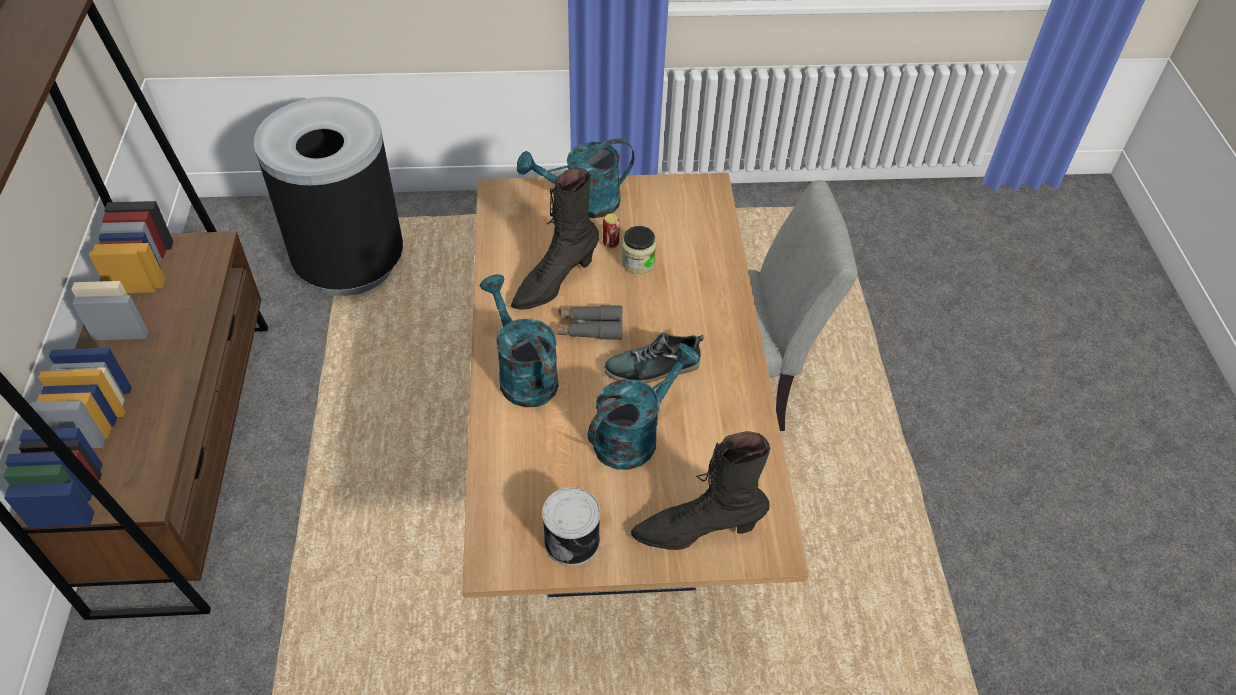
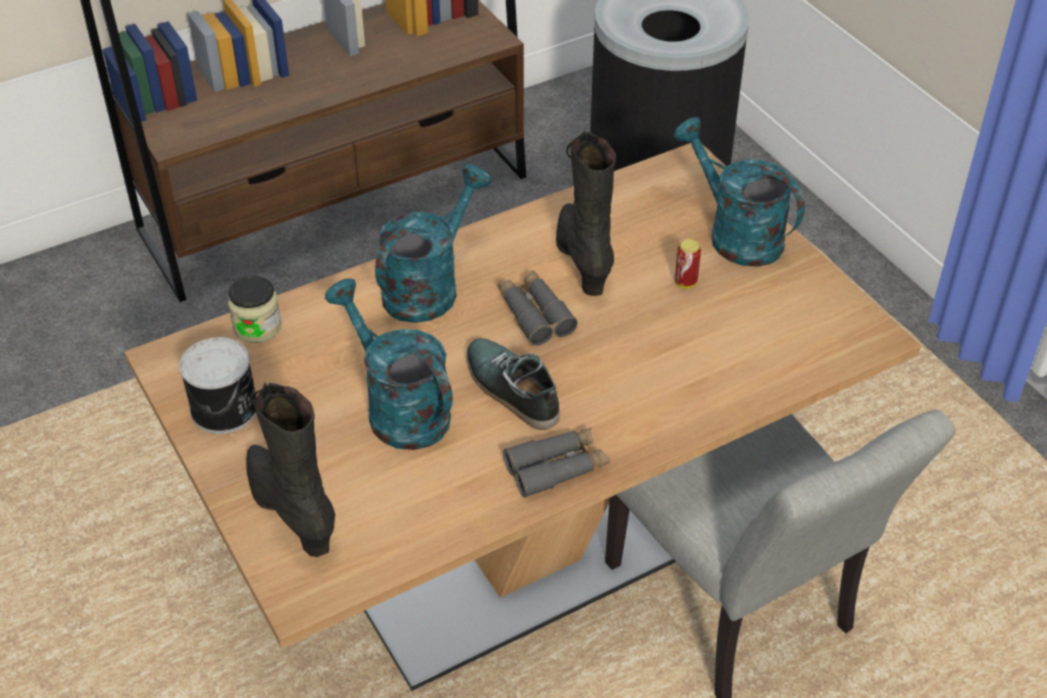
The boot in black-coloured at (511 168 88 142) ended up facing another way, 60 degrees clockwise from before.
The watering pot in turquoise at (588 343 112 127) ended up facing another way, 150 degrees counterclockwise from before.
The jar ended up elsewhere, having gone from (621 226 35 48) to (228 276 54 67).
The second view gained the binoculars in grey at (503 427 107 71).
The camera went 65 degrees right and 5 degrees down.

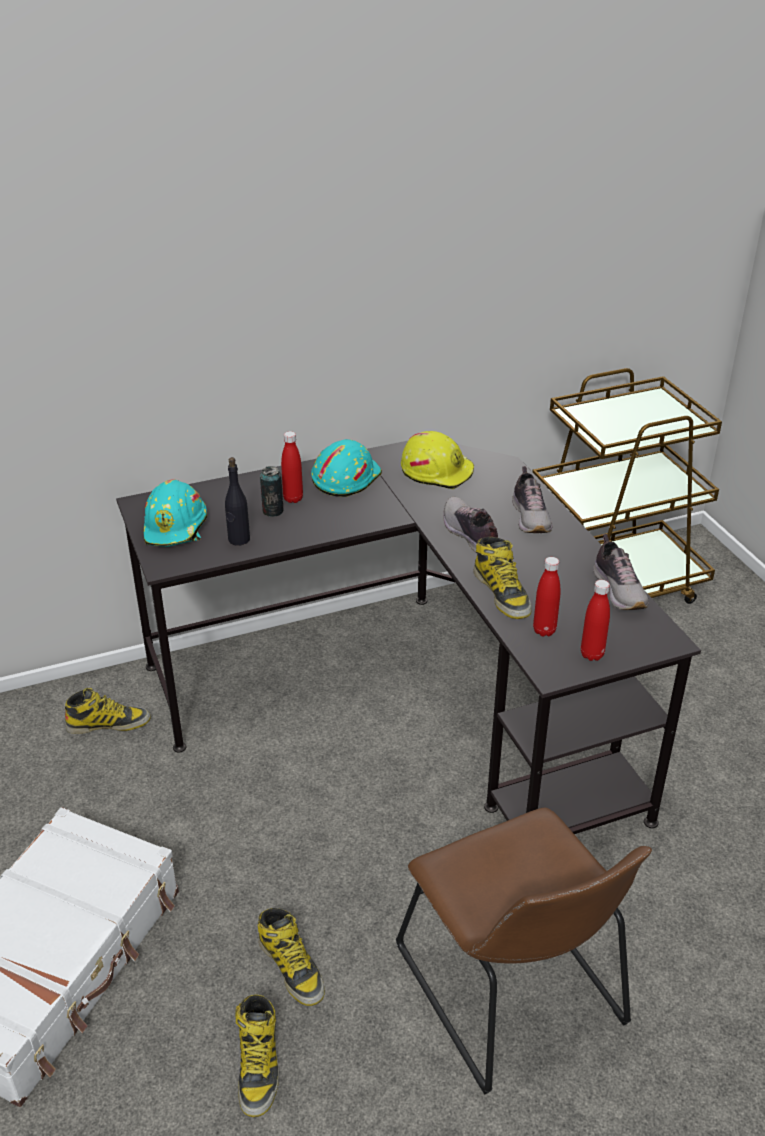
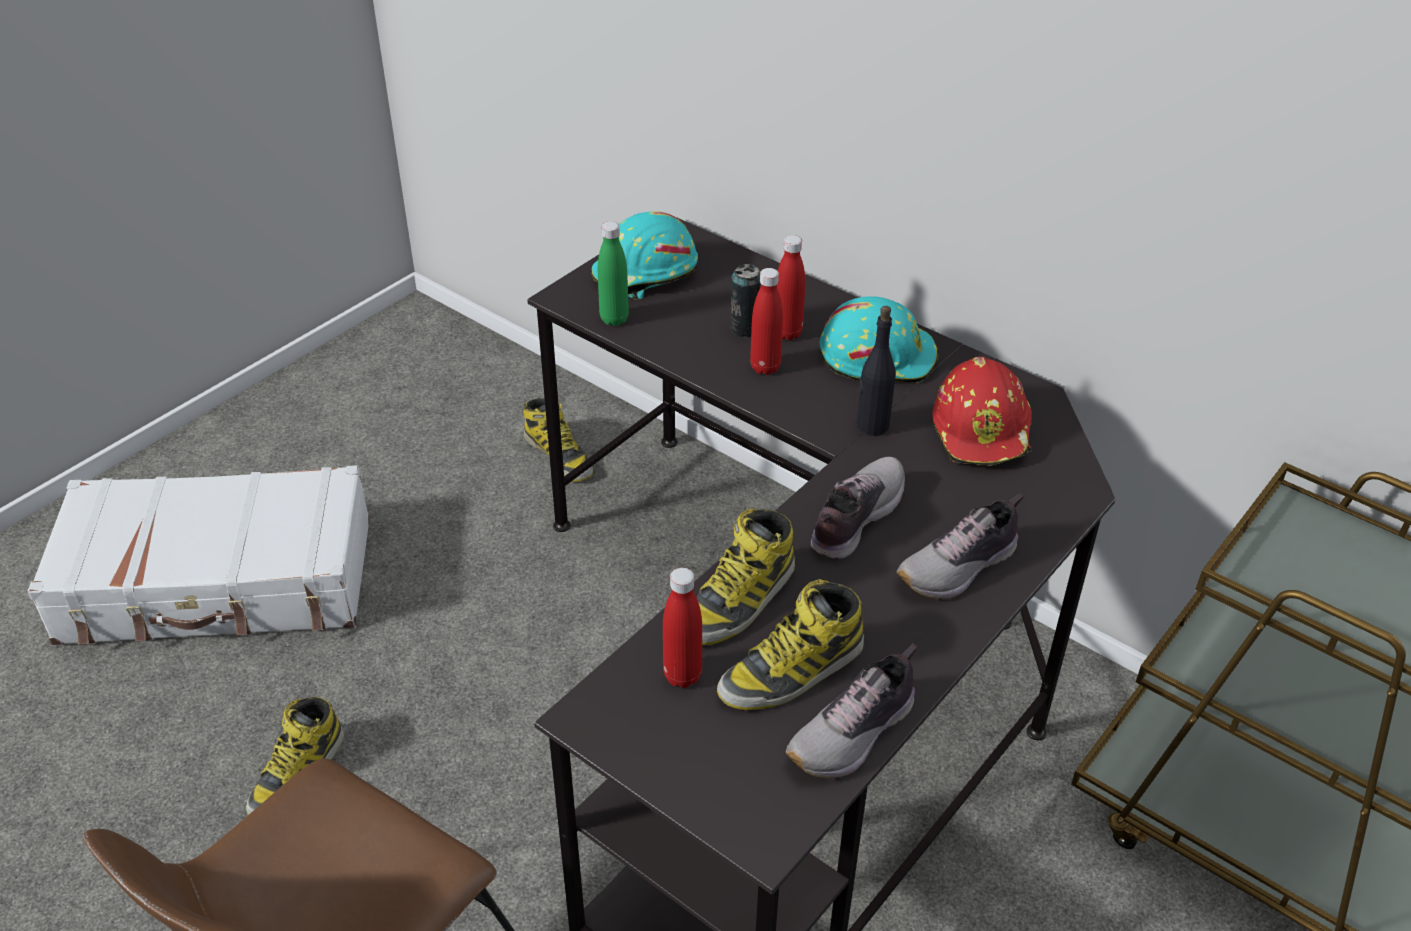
The bottle in black-coloured ended up elsewhere, having gone from (225 457 25 89) to (856 306 40 130).
The boot ended up elsewhere, having gone from (235 995 44 122) to (717 579 147 131).
What was the work helmet in yellow at (401 431 73 58) turned into the work helmet in red at (932 356 100 110).
The bottle in red ended up elsewhere, having gone from (581 580 29 81) to (750 268 33 107).
The second view gained the bottle in green at (598 221 31 105).
The camera went 60 degrees right and 5 degrees up.

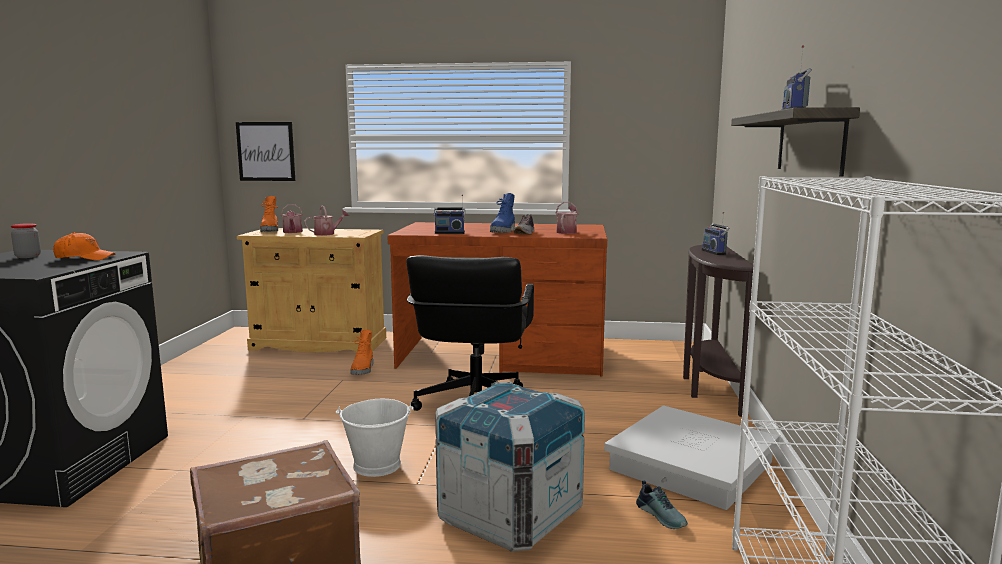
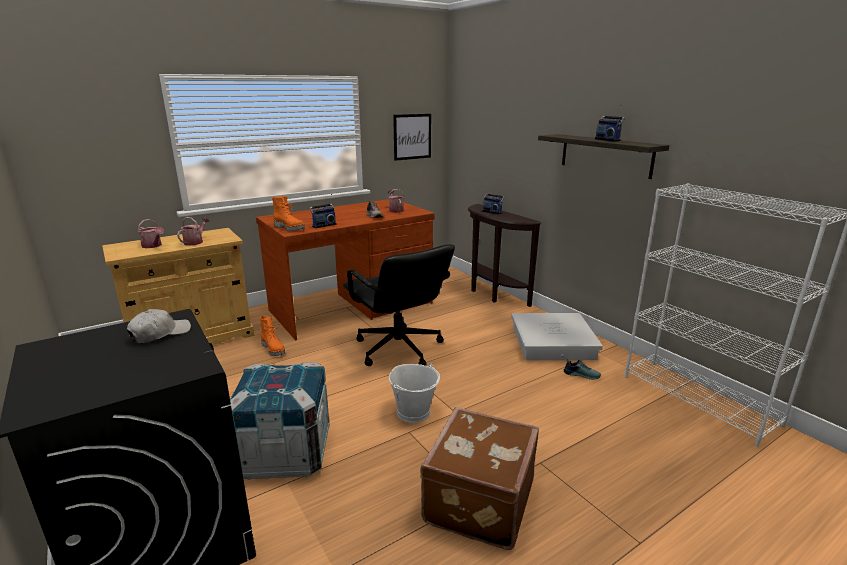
The second view lost the jar at (11 223 30 35).
What was the baseball cap in orange at (53 232 62 28) turned into the baseball cap in whitish at (127 309 64 34).
The picture ended up elsewhere, having gone from (236 122 59 59) to (393 114 38 47).
The boot in orange ended up elsewhere, having gone from (260 196 18 36) to (272 196 33 35).
The packing crate ended up elsewhere, having gone from (435 382 150 170) to (230 362 99 117).
The second view lost the boot in blue-coloured at (490 193 25 40).
The camera went 40 degrees left and 10 degrees up.

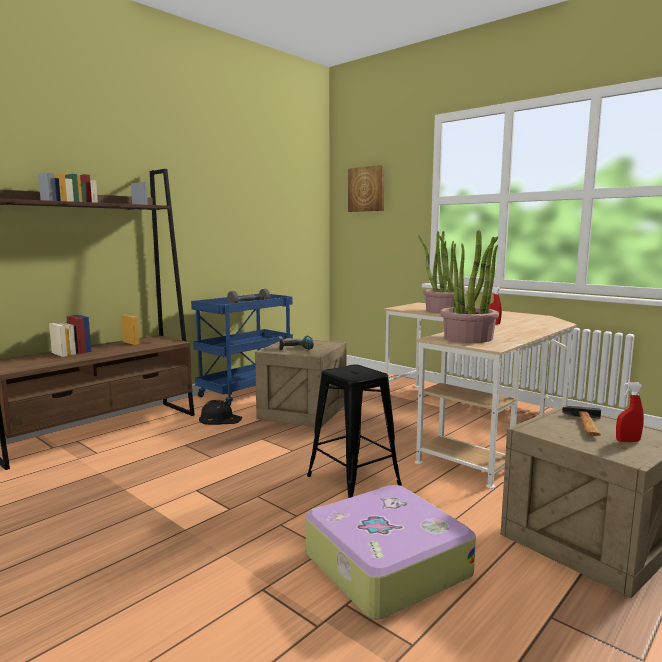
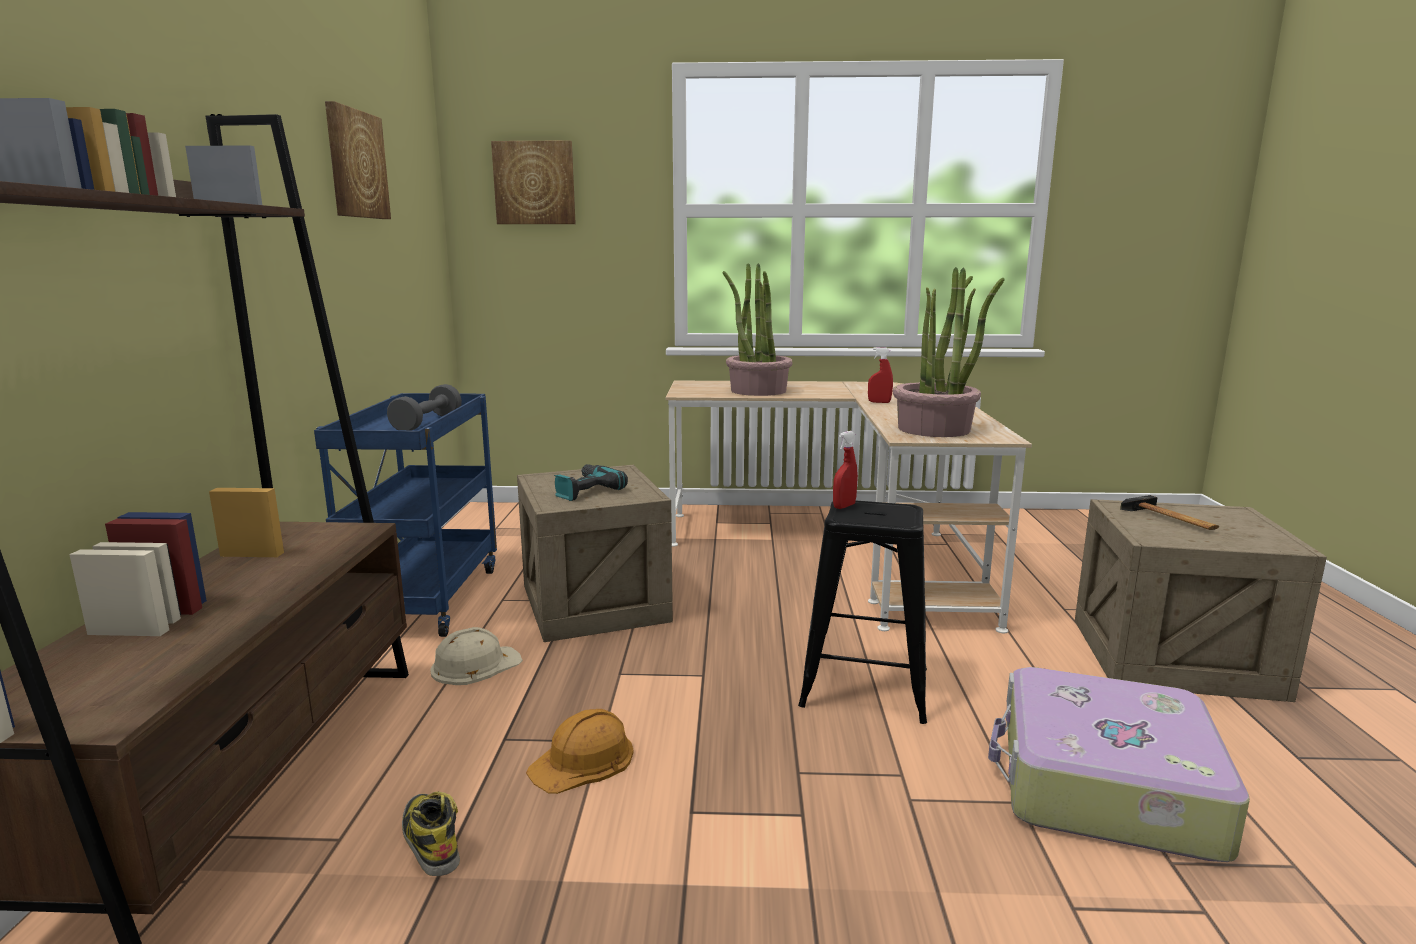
What was the work helmet in black-coloured at (199 400 43 25) turned into the work helmet in beige at (430 627 93 58).
The spray bottle in red ended up elsewhere, having gone from (616 383 28 59) to (833 431 25 78).
The second view gained the picture at (325 101 66 118).
The second view gained the boot at (402 792 58 84).
The second view gained the work helmet in orange at (526 709 107 85).
The camera went 40 degrees left and 5 degrees up.

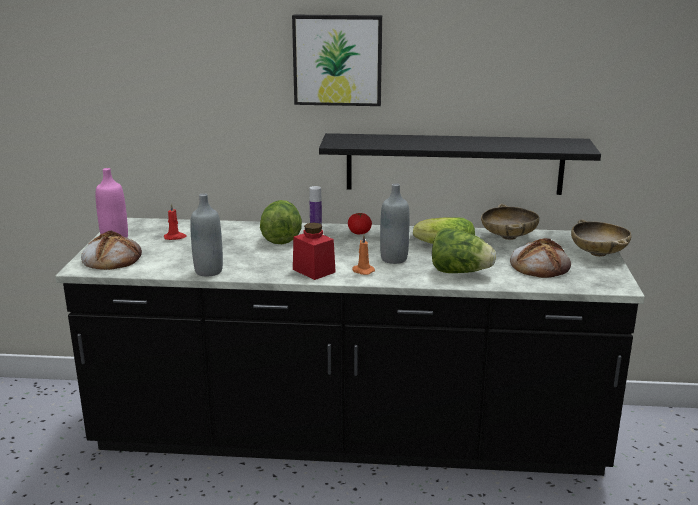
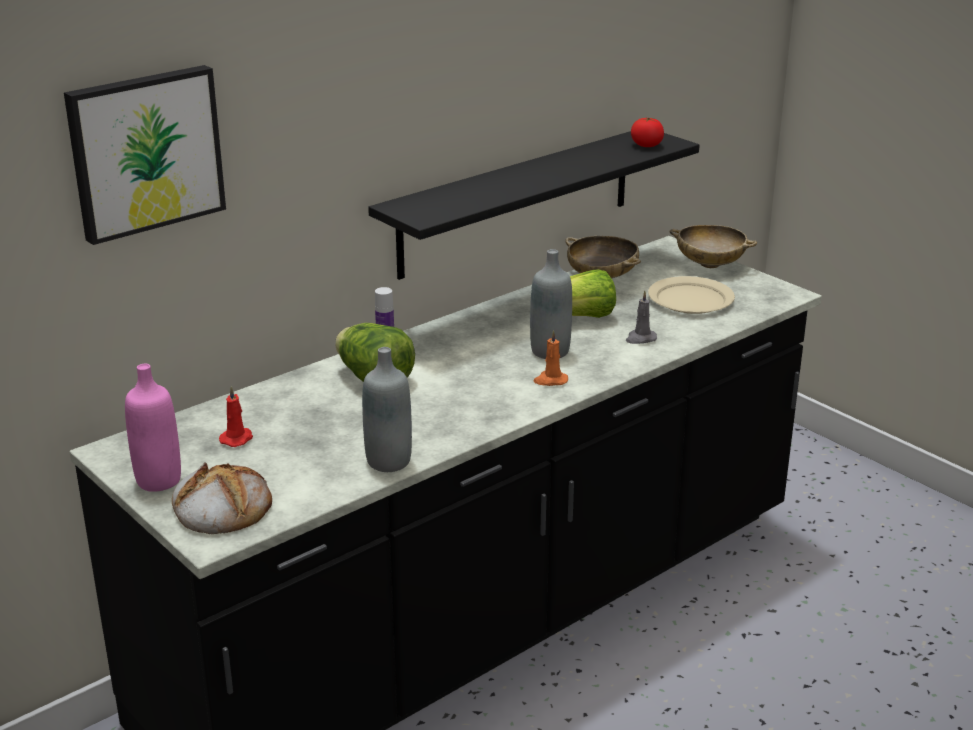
The picture ended up elsewhere, having gone from (292 15 90 91) to (64 65 162 180).
The second view lost the jar in red at (293 223 43 57).
The tomato ended up elsewhere, having gone from (348 213 24 21) to (631 117 33 30).
Where the lettuce head stood at (432 228 64 45), the candle in grey came to stand at (626 291 31 53).
Where the bakery bread stood at (510 238 61 40), the flat dish in beige came to stand at (648 276 87 38).
The camera went 45 degrees left and 5 degrees up.

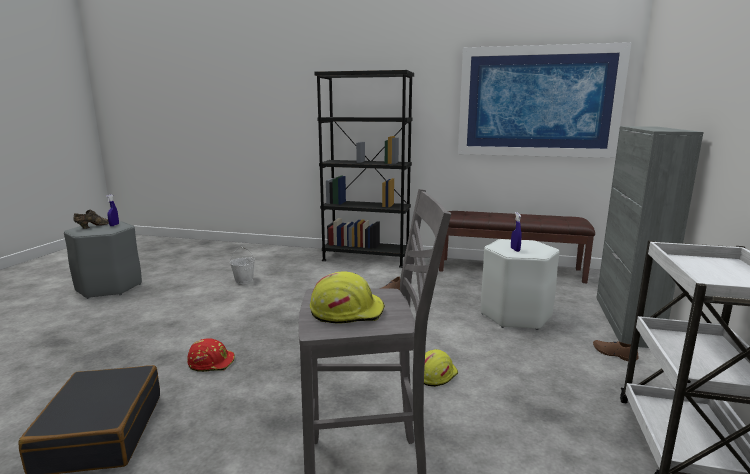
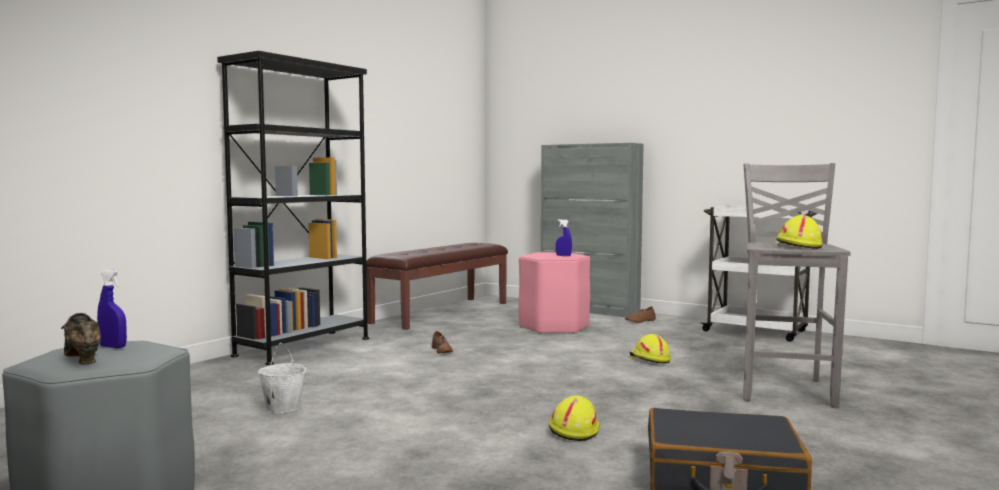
What was the work helmet in red at (187 338 48 34) turned into the work helmet in yellow at (549 395 51 46).
The second view lost the picture at (458 42 174 116).
What was the stool in whitish at (481 239 78 91) turned into the stool in pink at (518 252 72 82).
The camera went 70 degrees left and 10 degrees down.

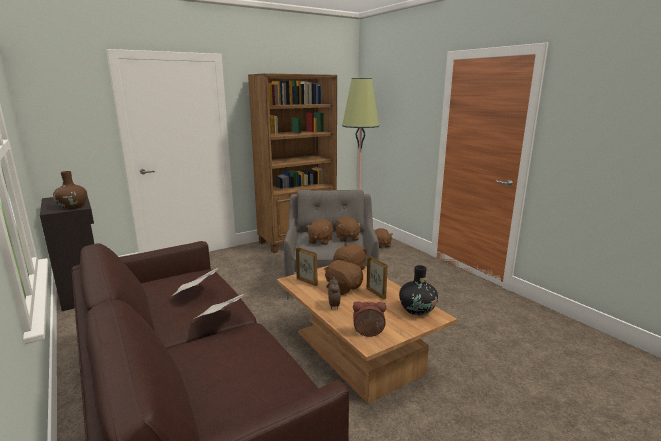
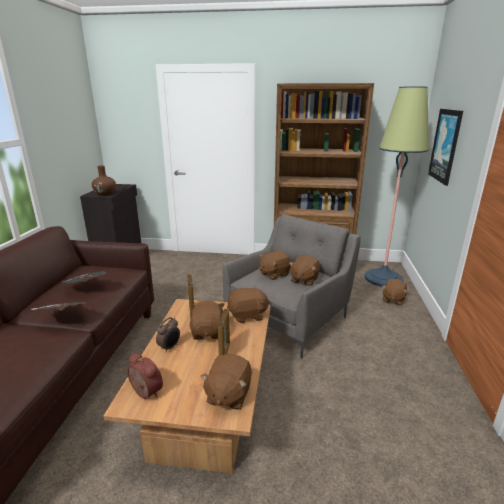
Where the flower vase in black-coloured stood at (399 265 39 51), the cuddly toy in brownish came to stand at (200 354 52 56).
The second view gained the picture at (428 109 35 77).
The camera went 40 degrees right and 5 degrees up.

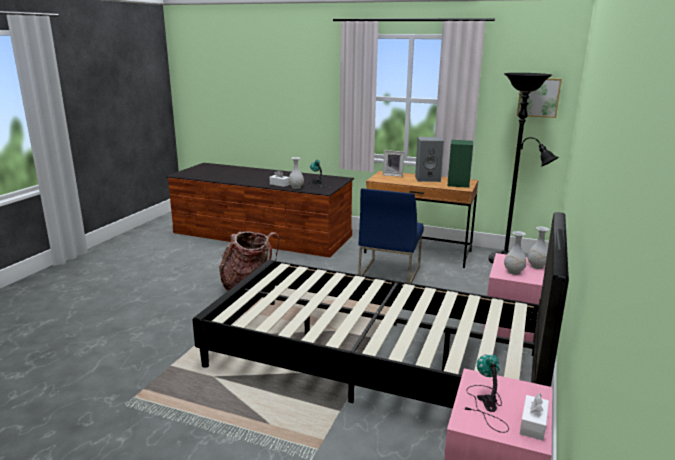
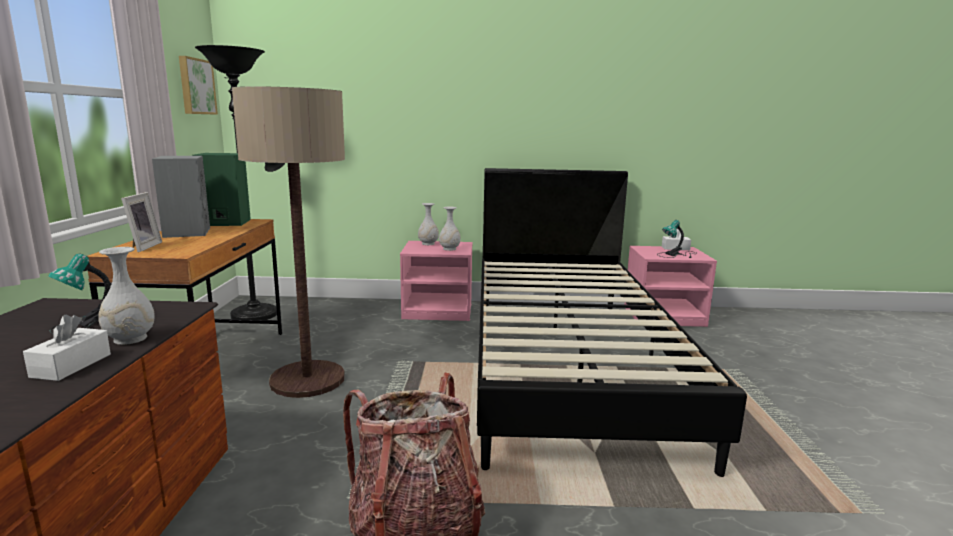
Where the chair in blue-coloured stood at (358 188 66 95), the standard lamp came to stand at (232 86 113 312).
The camera went 110 degrees left and 5 degrees down.

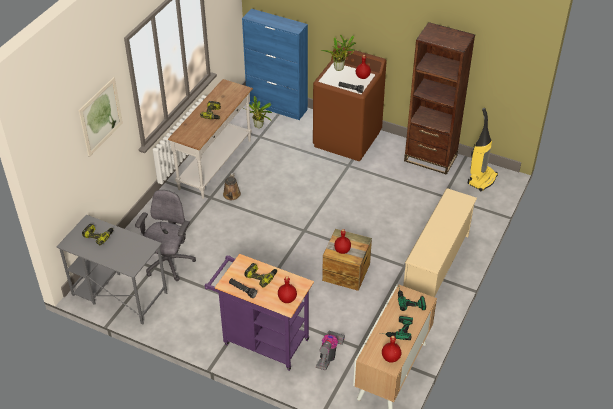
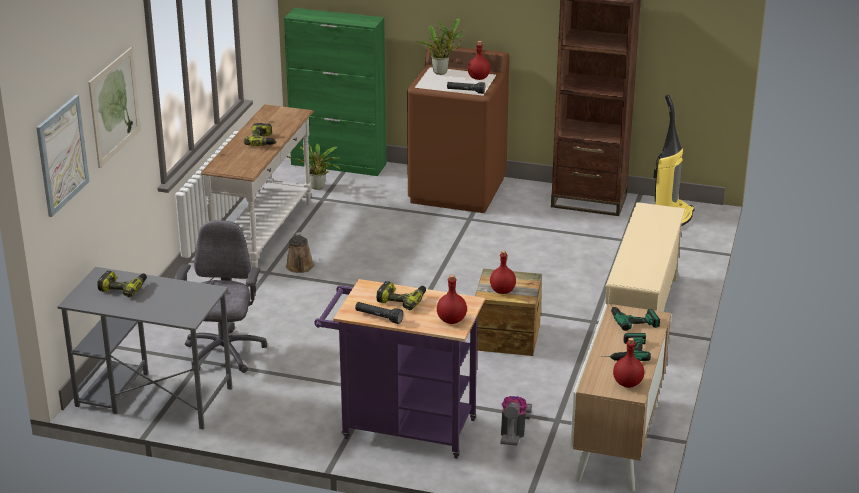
What was the cupboard in blue-coloured at (242 9 66 111) turned into the cupboard in green at (284 8 102 168).
The second view gained the picture at (36 95 53 122).
The camera went 10 degrees left and 15 degrees down.

